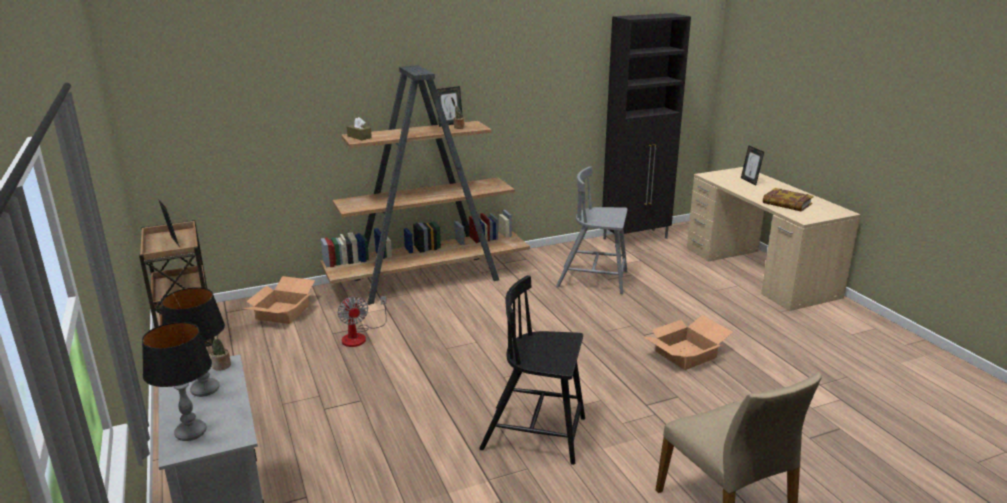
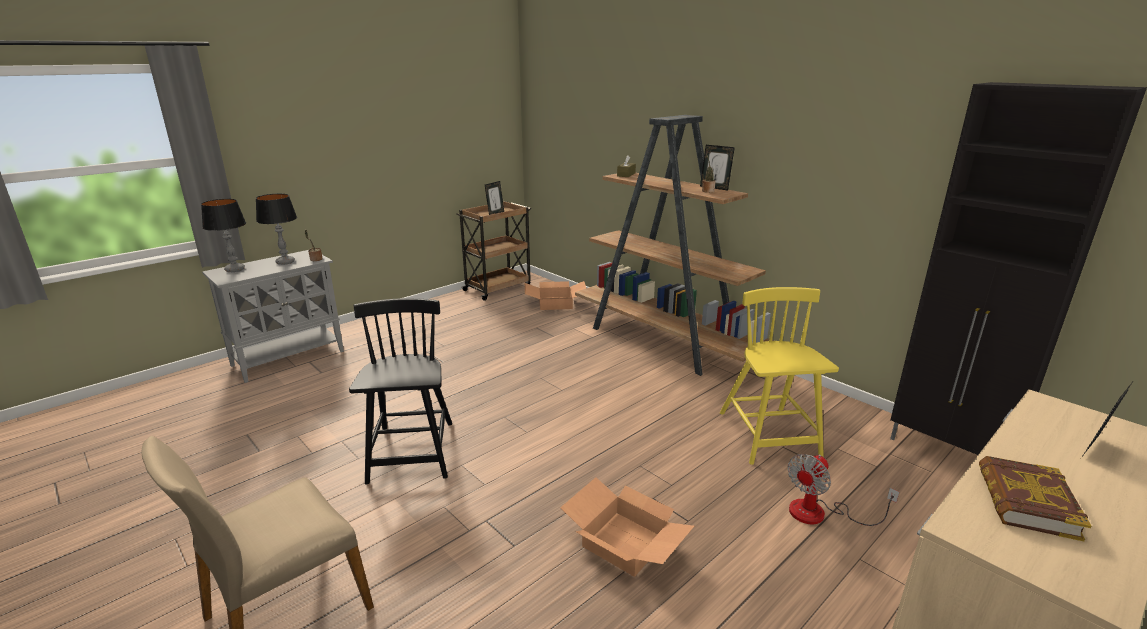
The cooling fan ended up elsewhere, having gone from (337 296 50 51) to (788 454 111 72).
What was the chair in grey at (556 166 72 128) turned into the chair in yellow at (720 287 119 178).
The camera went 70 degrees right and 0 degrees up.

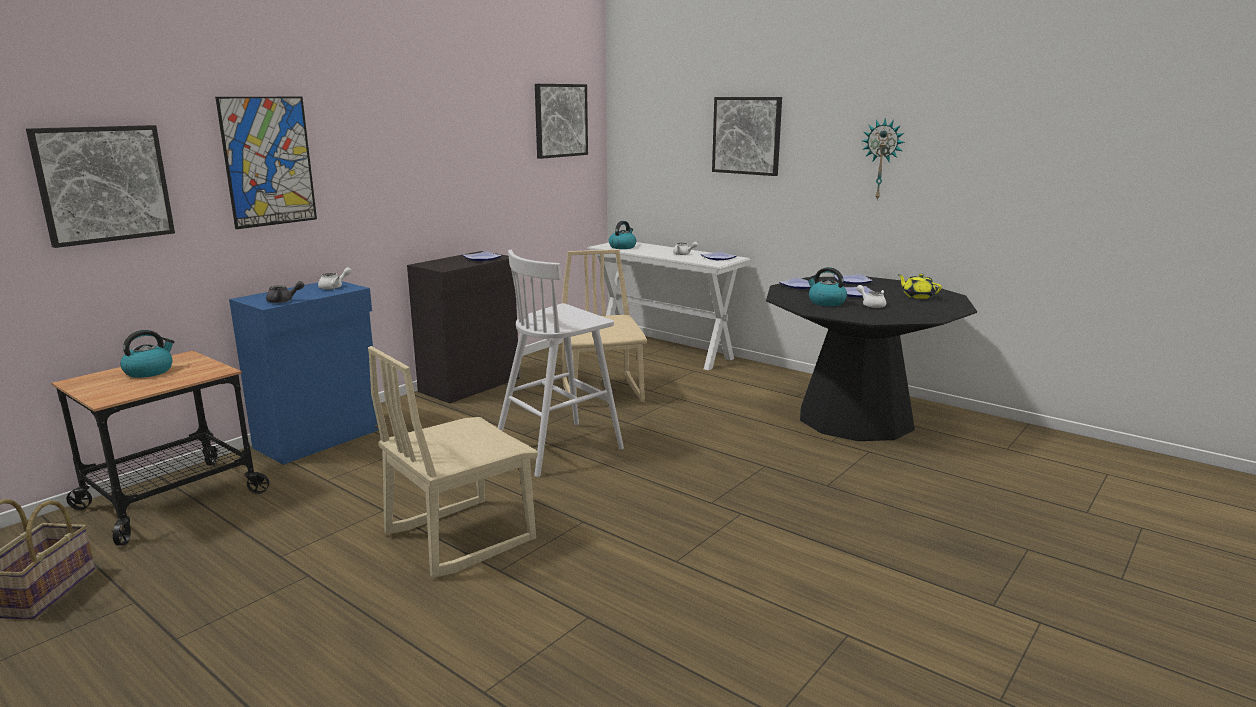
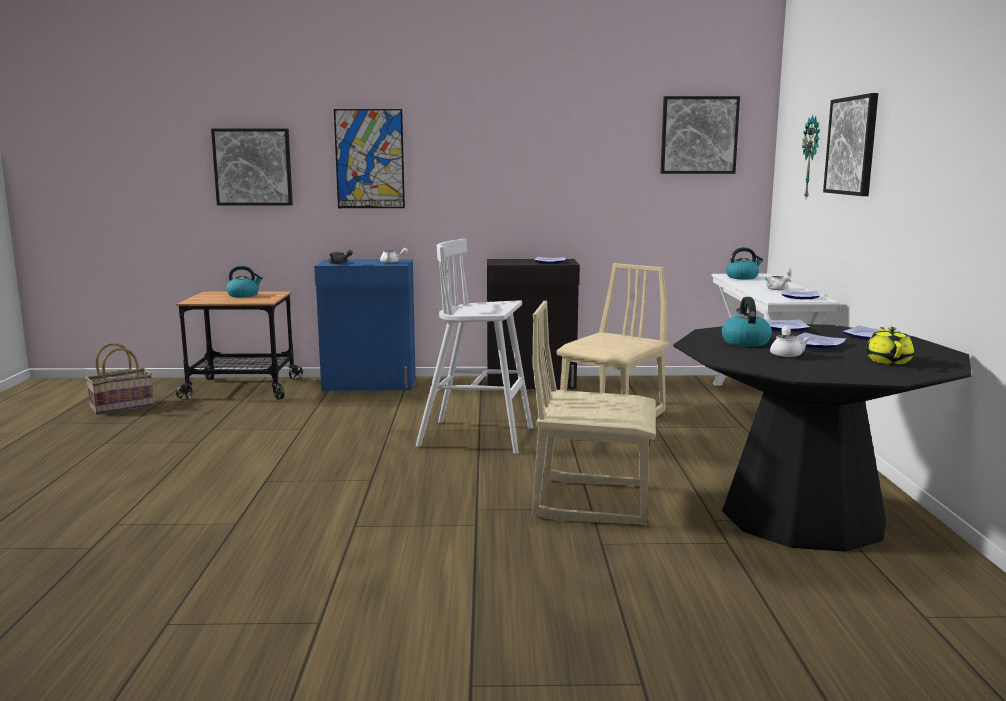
The chair in beige ended up elsewhere, having gone from (368 346 170 232) to (532 301 124 224).
The hanging clock ended up elsewhere, having gone from (862 118 43 83) to (802 115 18 83).
The camera went 50 degrees right and 5 degrees down.

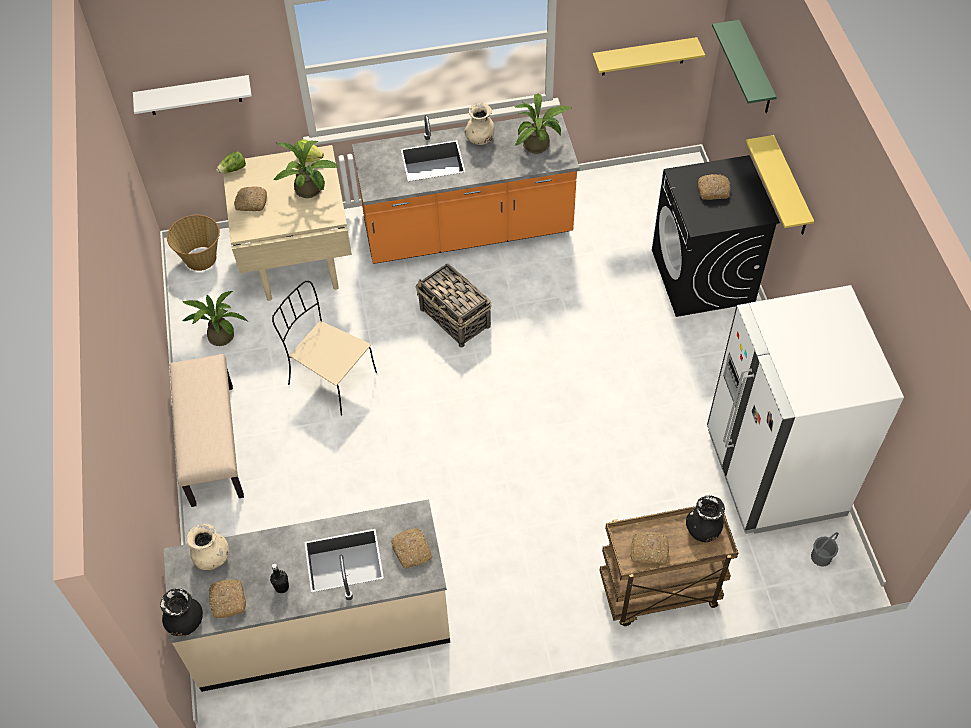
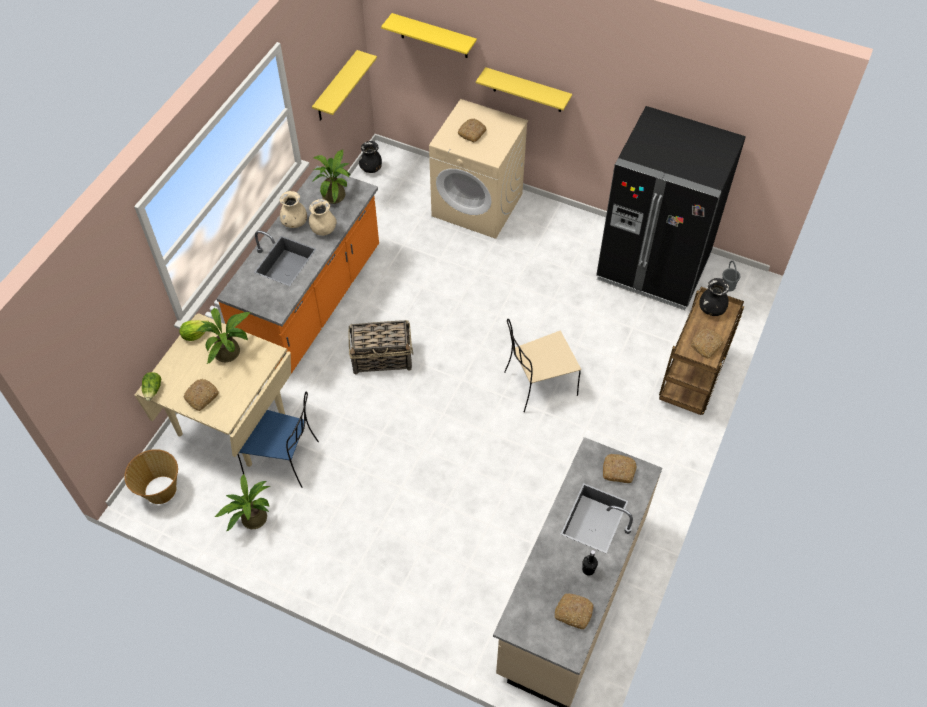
The second view lost the wall shelf in whitish at (133 75 119 40).
The flower vase in black-coloured ended up elsewhere, having gone from (160 588 43 48) to (359 141 23 32).
The second view lost the long seat in beige at (170 354 74 153).
The flower vase in beige ended up elsewhere, having gone from (187 524 42 46) to (309 199 28 37).
The chair in beige ended up elsewhere, having gone from (272 281 105 135) to (504 319 77 93).
What was the laundry appliance in black-coloured at (652 155 128 162) turned into the laundry appliance in beige at (429 99 99 140).
What was the refrigerator in whitish at (707 285 197 249) turned into the refrigerator in black-coloured at (596 106 150 204).
What was the wall shelf in green at (712 20 65 93) turned into the wall shelf in yellow at (381 13 96 45).
The second view gained the chair in blue-coloured at (237 392 82 96).
The camera went 55 degrees left and 0 degrees up.

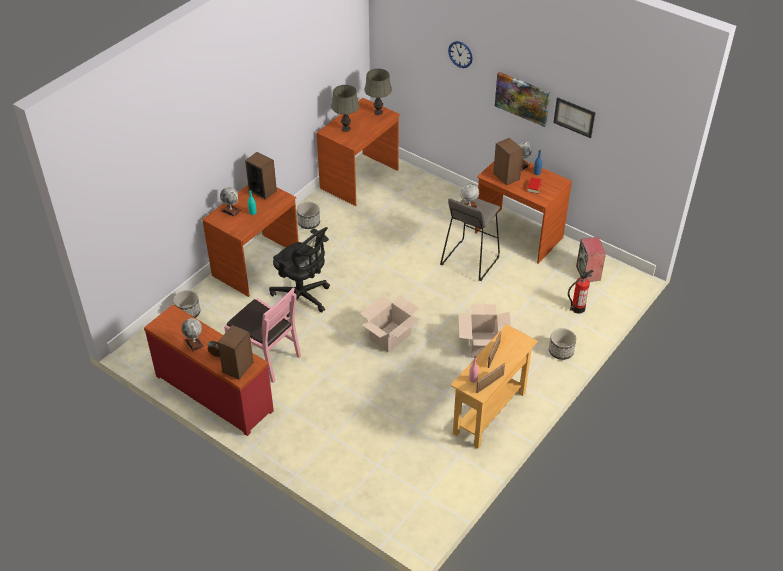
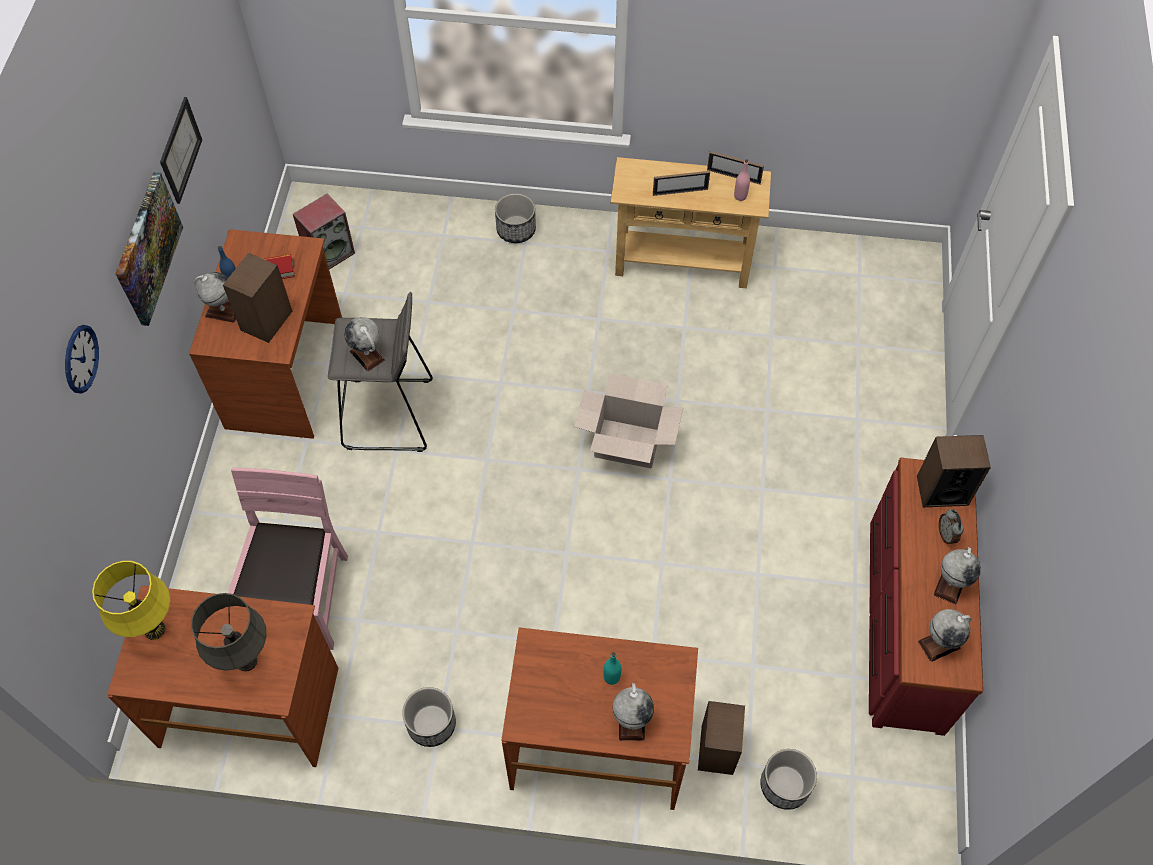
The chair in pink ended up elsewhere, having gone from (224 287 77 96) to (228 468 120 182).
The audio speaker ended up elsewhere, having gone from (245 152 32 47) to (698 701 47 74).
The second view lost the office chair in black-coloured at (269 227 61 91).
What was the table lamp in grey at (364 69 28 46) turned into the table lamp in yellow at (92 561 78 79).
The second view lost the carton at (458 304 53 54).
The second view lost the fire extinguisher at (568 270 26 44).
The second view gained the world globe at (918 609 53 53).
The camera went 120 degrees left and 15 degrees up.

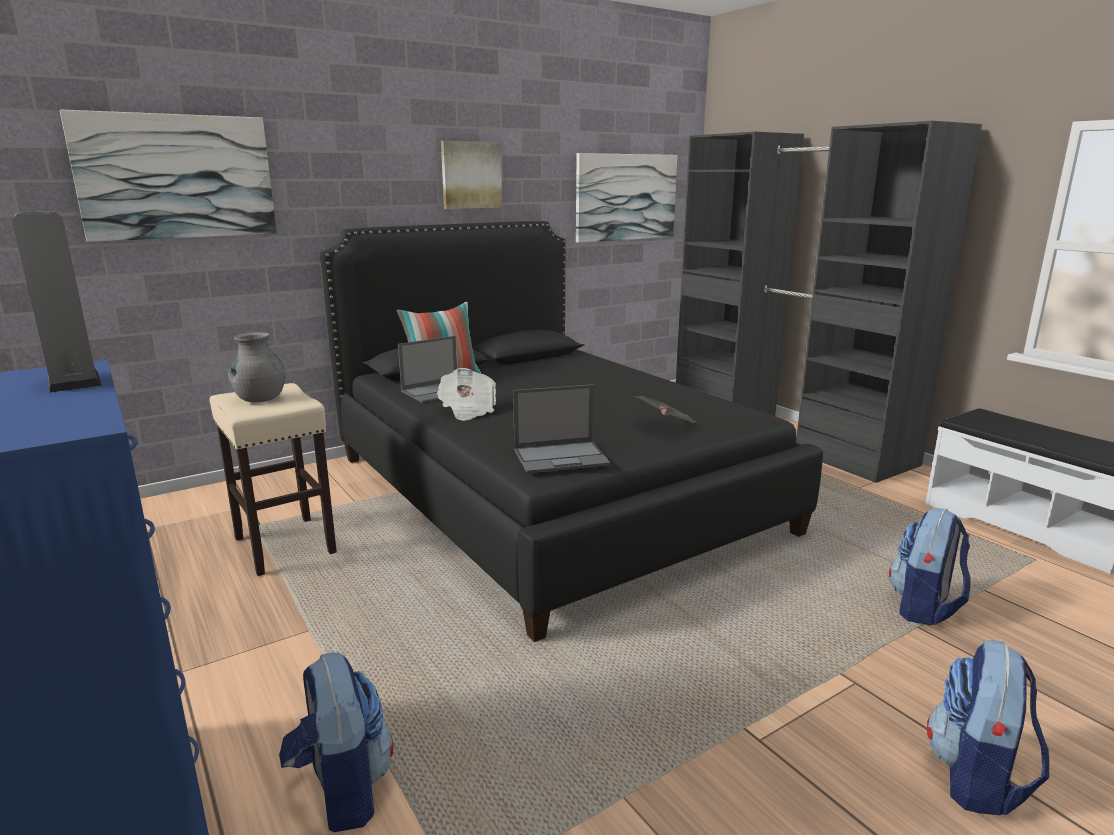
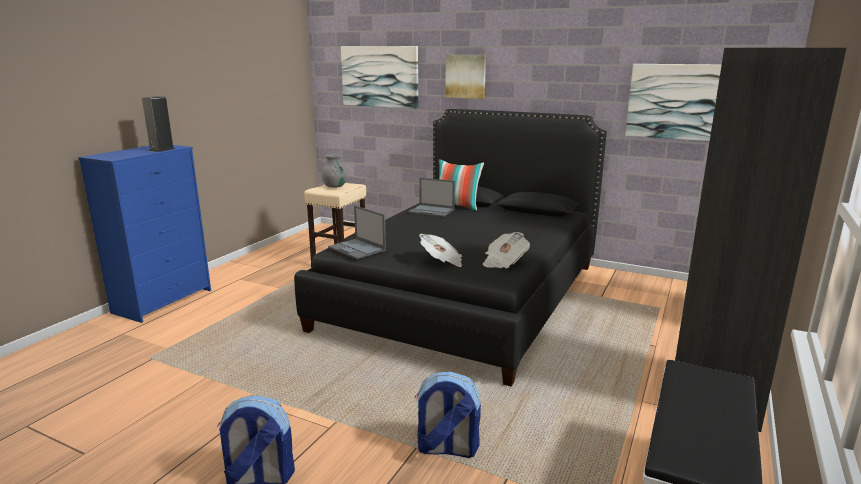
The second view lost the knapsack at (279 653 114 179).
The daily paper ended up elsewhere, having gone from (437 368 59 53) to (483 232 47 36).
The picture ended up elsewhere, having gone from (441 141 61 68) to (445 55 41 44).
The camera went 60 degrees right and 0 degrees up.

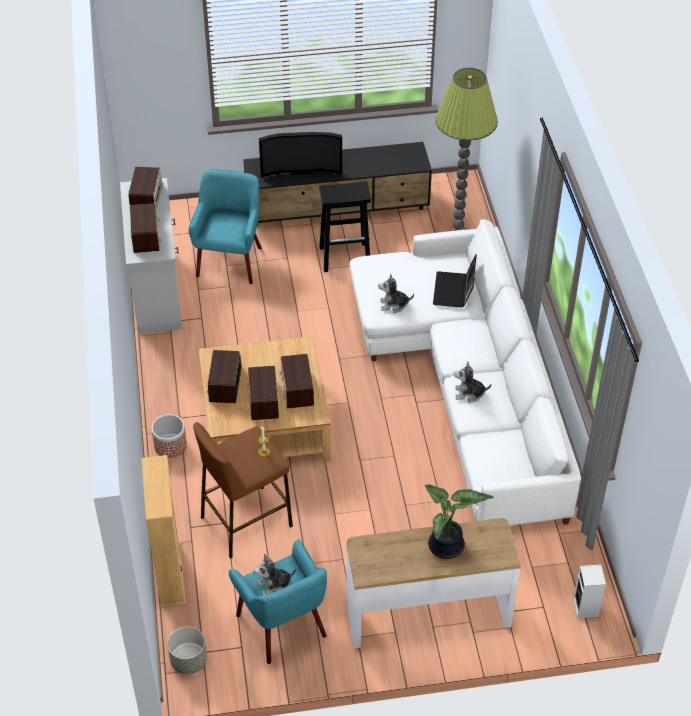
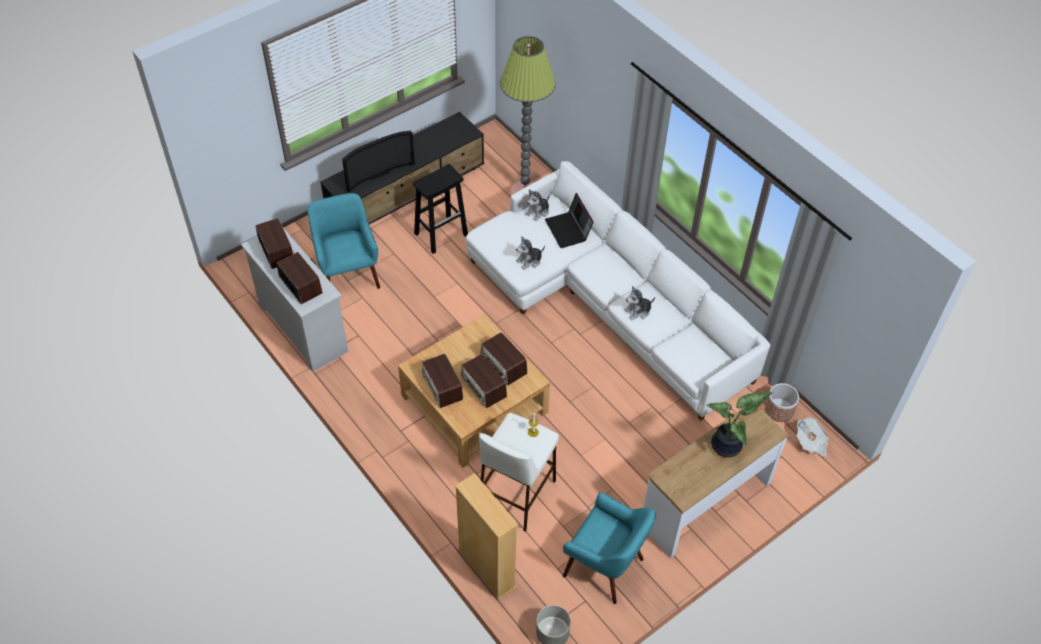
The planter ended up elsewhere, having gone from (151 414 36 44) to (765 383 34 39).
What was the stool in brownish at (193 422 100 137) turned into the stool in whitish at (479 413 80 119).
The cuddly toy ended up elsewhere, having gone from (254 554 42 42) to (526 189 24 32).
Where the audio speaker stood at (573 565 33 53), the daily paper came to stand at (797 417 32 40).
The camera went 30 degrees left and 5 degrees up.

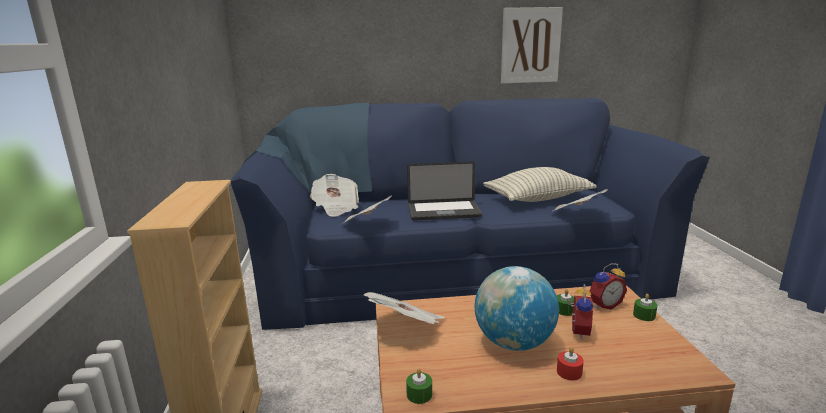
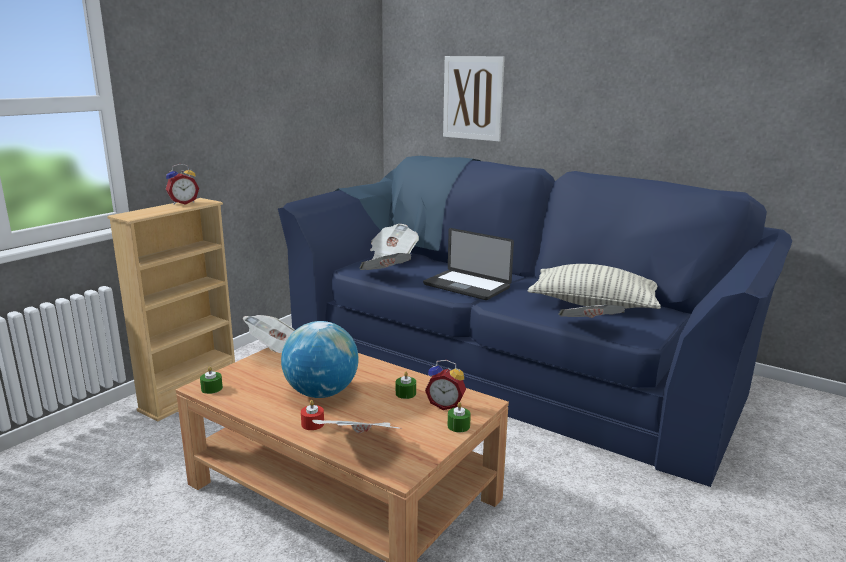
The picture ended up elsewhere, having gone from (501 7 62 76) to (443 56 62 86).
The bedside clock ended up elsewhere, having gone from (568 284 25 55) to (166 164 33 41).
The second view gained the daily paper at (312 420 89 13).
The camera went 40 degrees right and 0 degrees up.

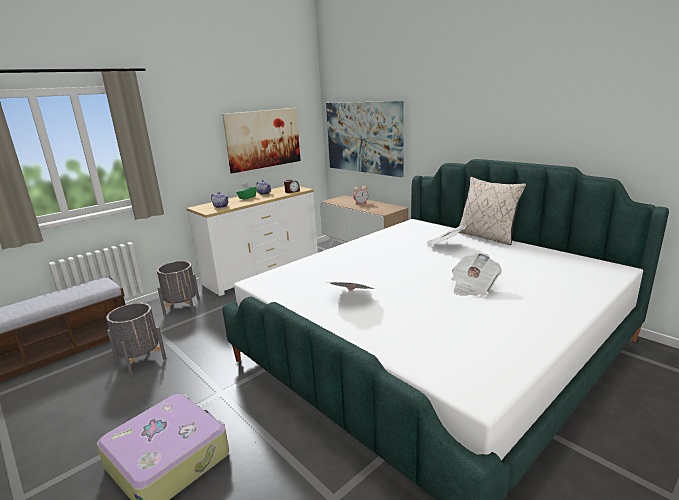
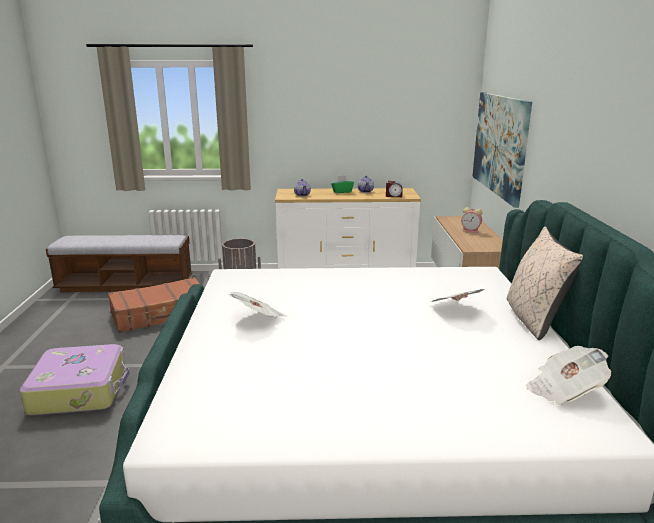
Where the planter in grey stood at (106 303 60 73), the travel case in brownish came to stand at (108 277 92 56).
The second view lost the picture at (222 108 79 65).
The daily paper ended up elsewhere, having gone from (451 253 51 43) to (526 346 85 59).
The camera went 40 degrees right and 0 degrees up.

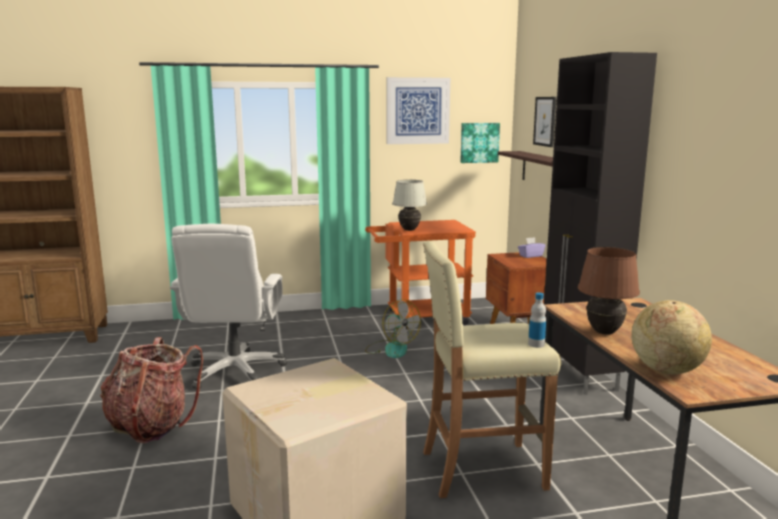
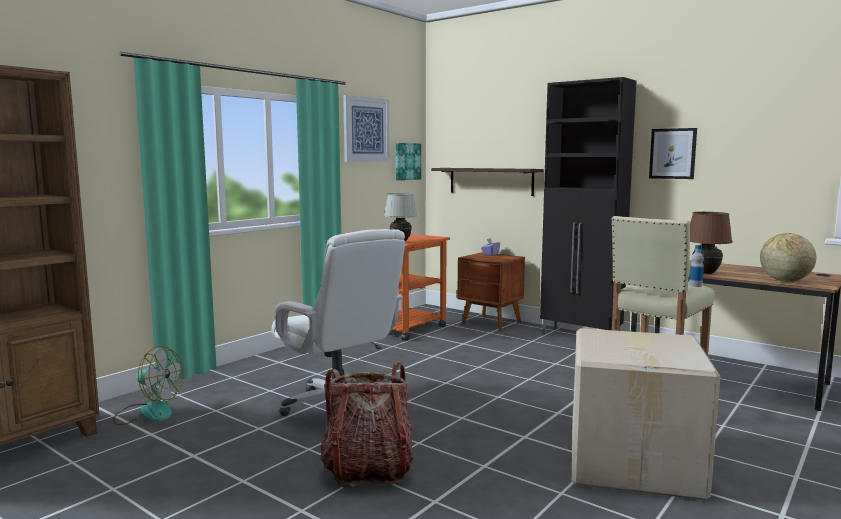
The cooling fan ended up elsewhere, having gone from (365 299 56 59) to (113 346 70 79).
The picture ended up elsewhere, having gone from (533 97 24 50) to (649 128 48 51).
The camera went 40 degrees left and 5 degrees down.

